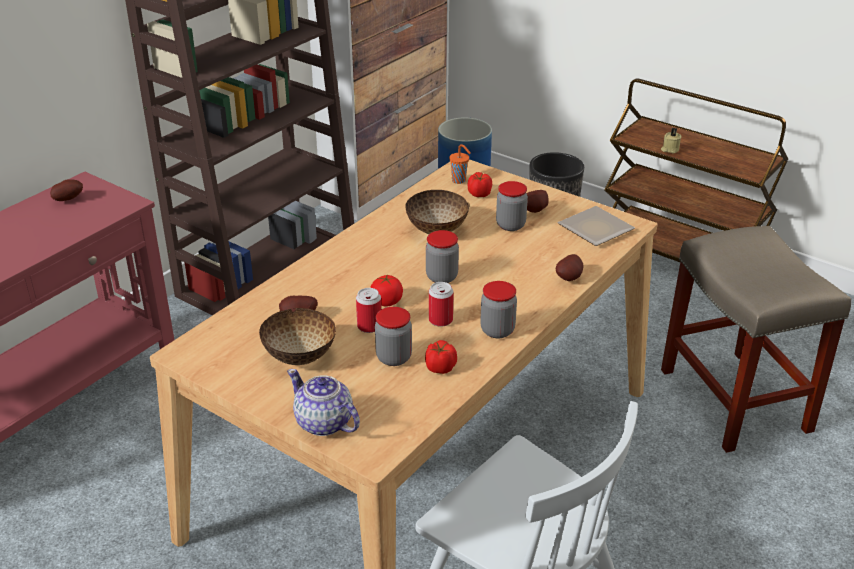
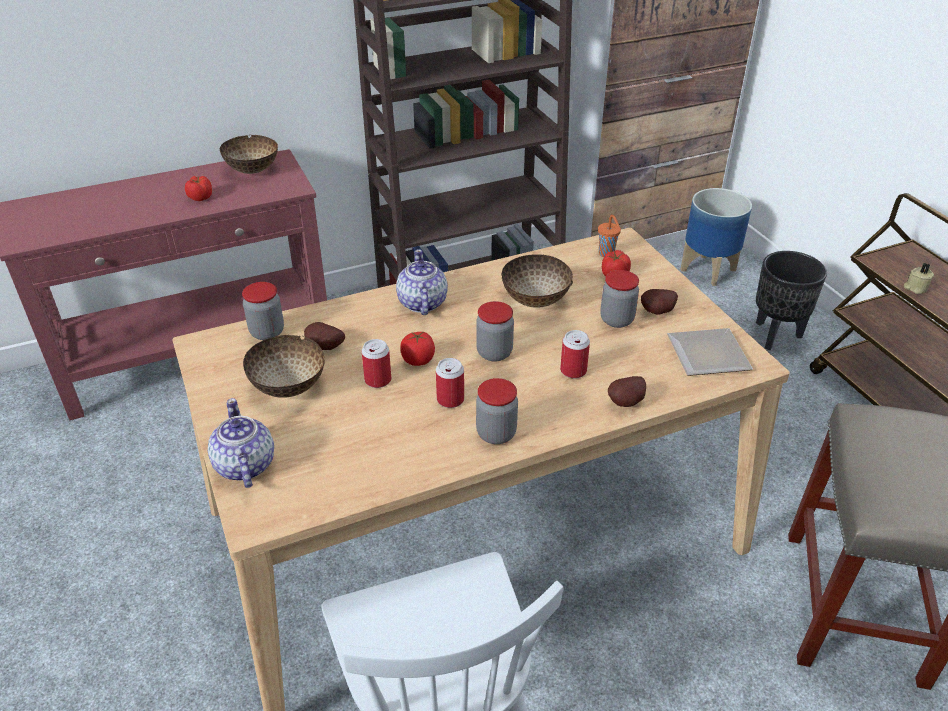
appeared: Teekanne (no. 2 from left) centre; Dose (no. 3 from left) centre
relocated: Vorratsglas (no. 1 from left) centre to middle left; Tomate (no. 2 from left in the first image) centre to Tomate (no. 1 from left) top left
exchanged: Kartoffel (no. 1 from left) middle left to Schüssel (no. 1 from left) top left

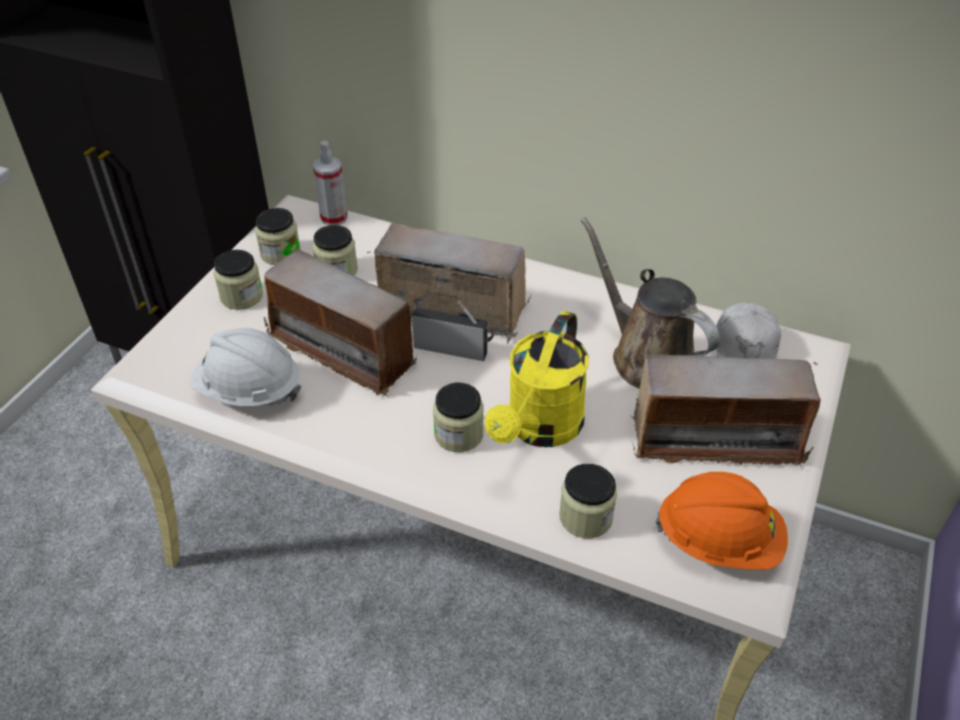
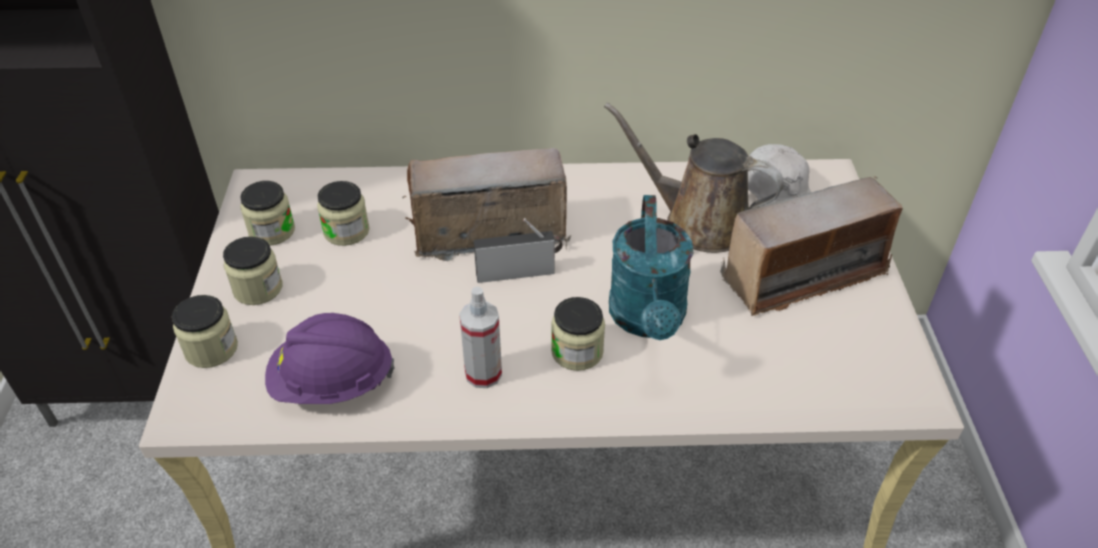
missing: Radio (no. 1 from left) centre; Schutzhelm (orange) bottom right
relocated: Sprühflasche top centre to centre; Vorratsglas (no. 5 from left in the first image) bottom centre to Vorratsglas (no. 1 from left) middle left
colour: Schutzhelm (weiß) middle left to Schutzhelm (lila) middle left; Gießkanne (gelb) centre to Gießkanne (türkis) centre

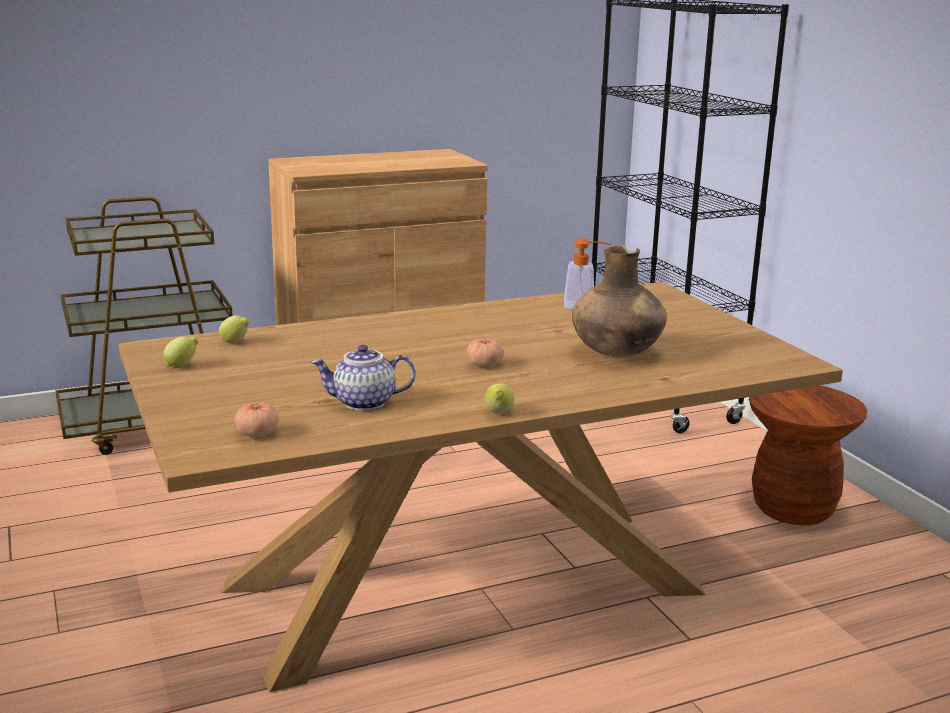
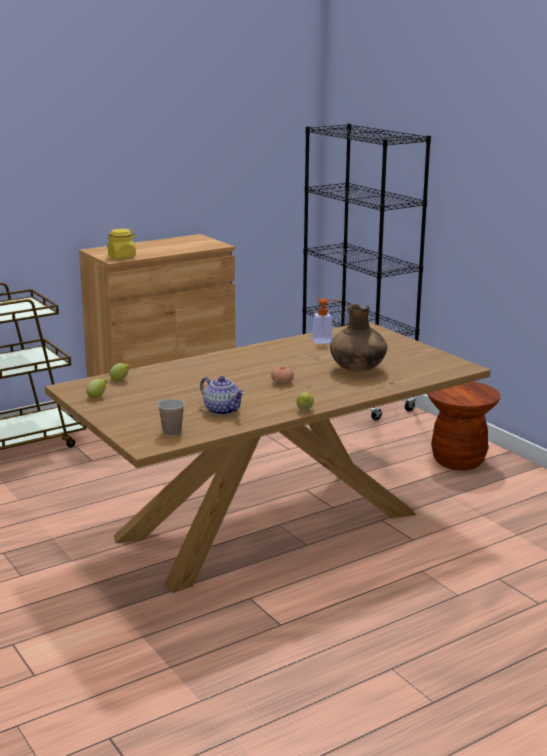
appeared: Vorratsglas (gelb) top left
exchanged: Tomate (no. 1 from left) middle left to Tasse middle left
spun: Teekanne centre = centre 120 degrees counterclockwise

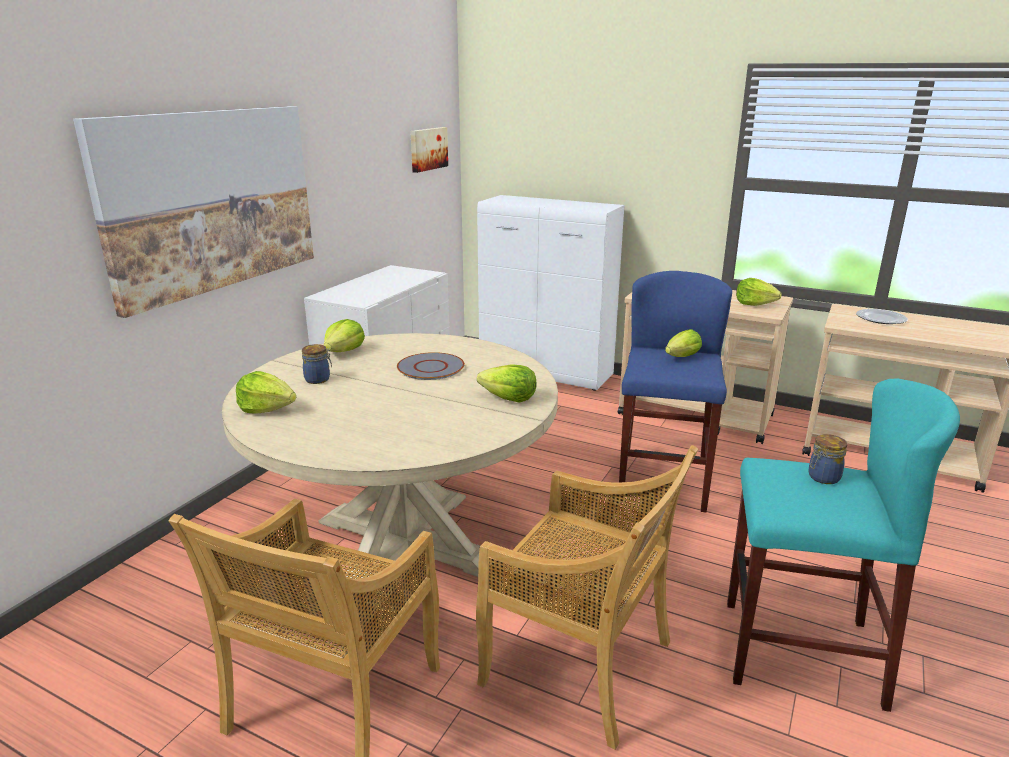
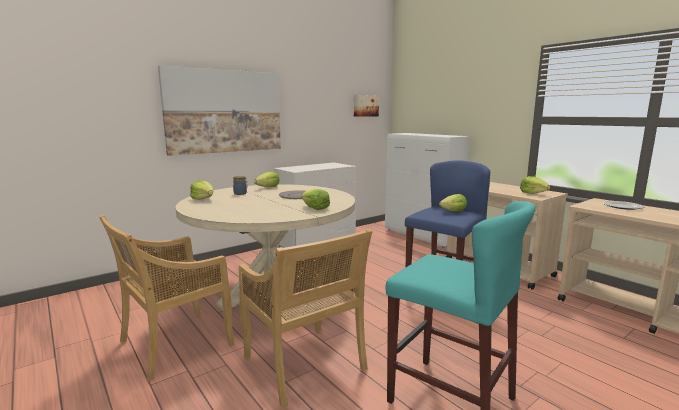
missing: Vorratsglas (no. 2 from left) middle right

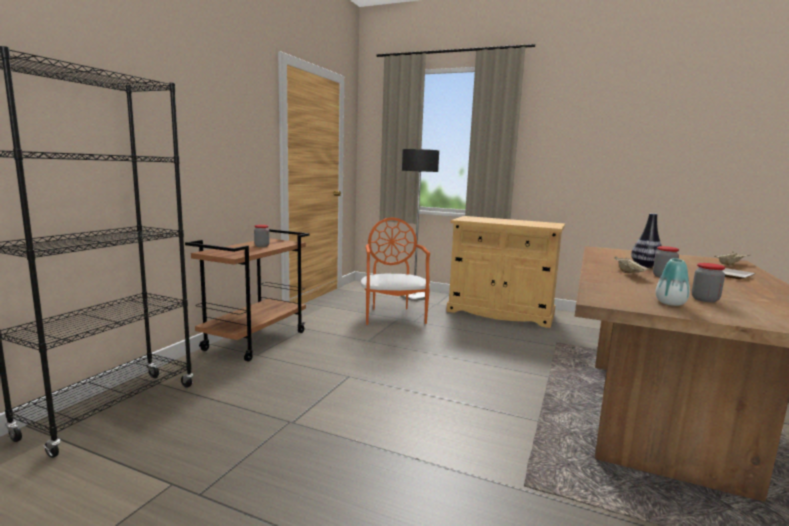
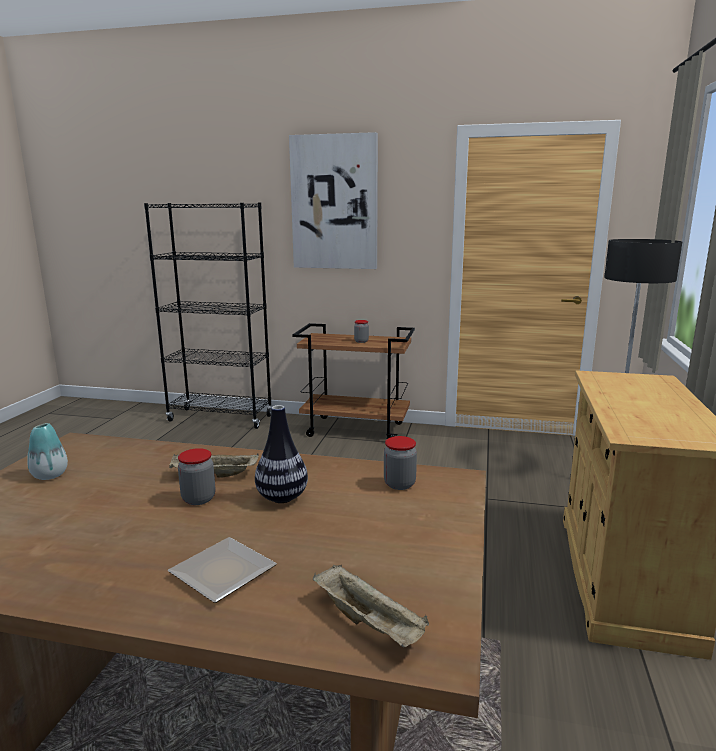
missing: Stuhl (orange) centre
appeared: Bild top centre
relocated: Vorratsglas (no. 3 from left) middle right to centre

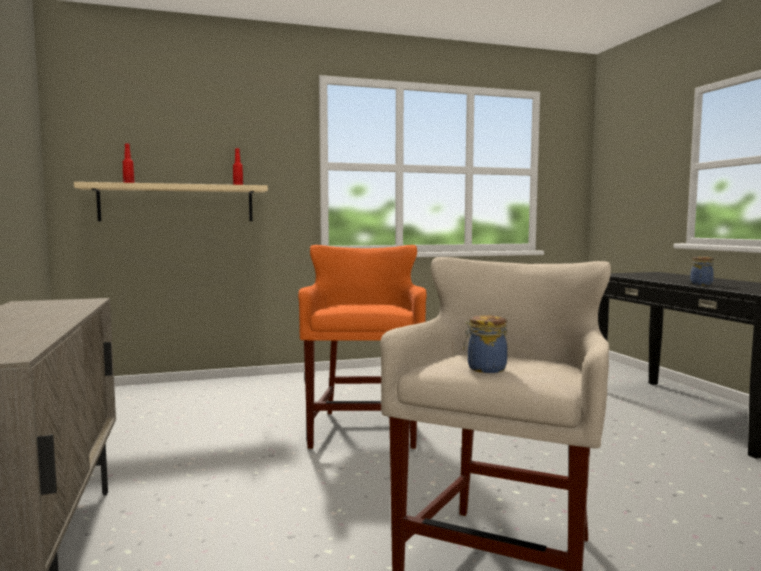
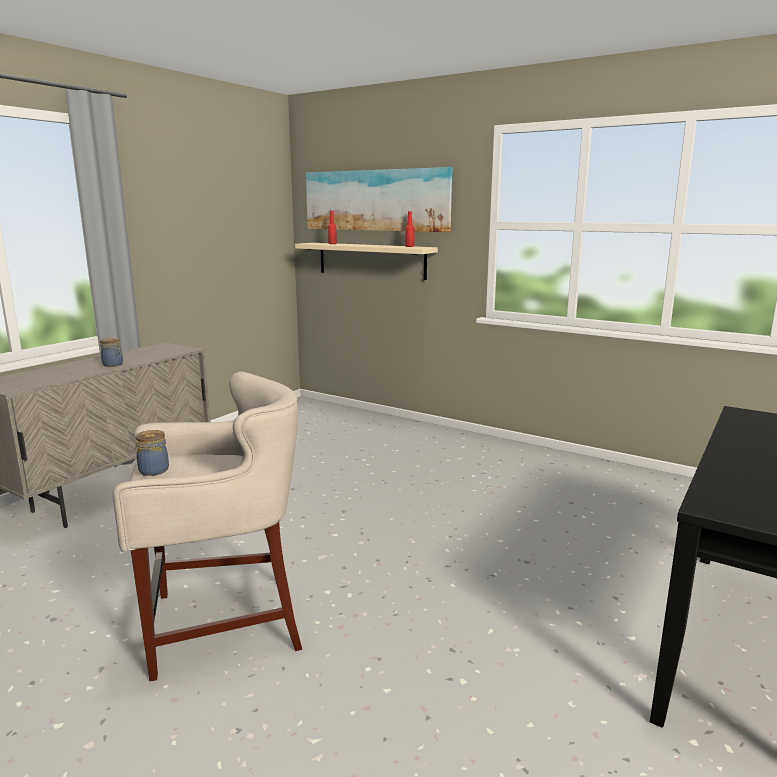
missing: Hocker (orange) centre
appeared: Bild top centre
relocated: Vorratsglas (no. 2 from left in the first image) middle right to Vorratsglas (no. 1 from left) middle left

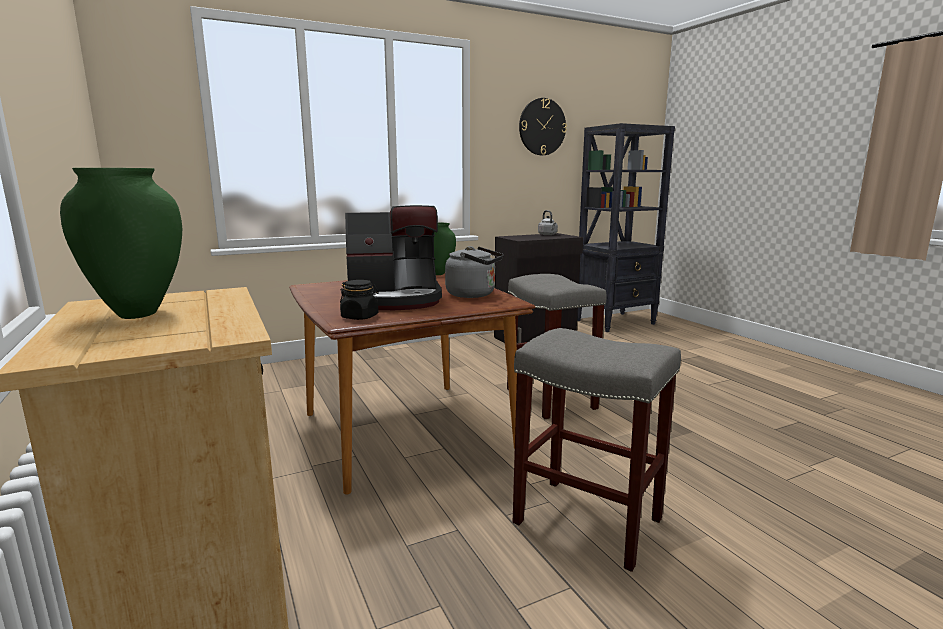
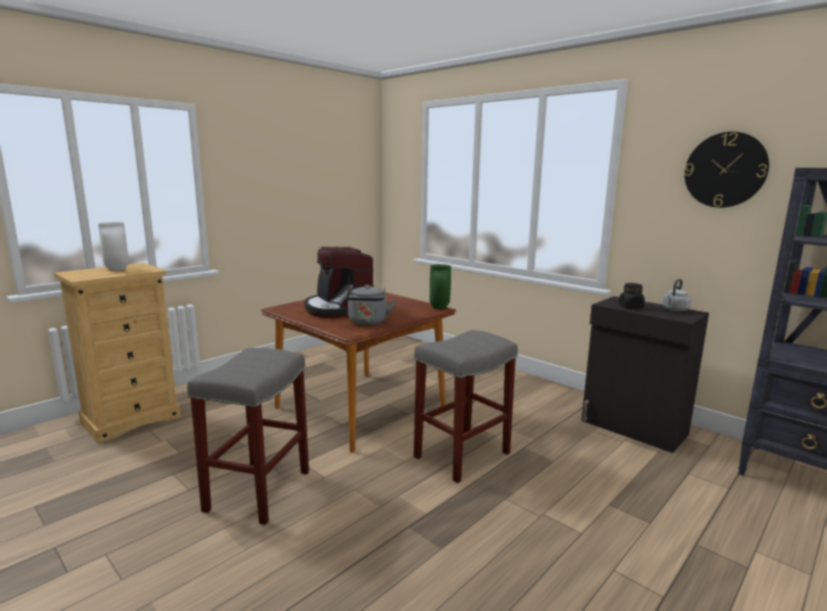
relocated: Vorratsglas (schwarz) centre to middle right
colour: Vase (grün) (no. 1 from left) middle left to Vase (weiß) middle left

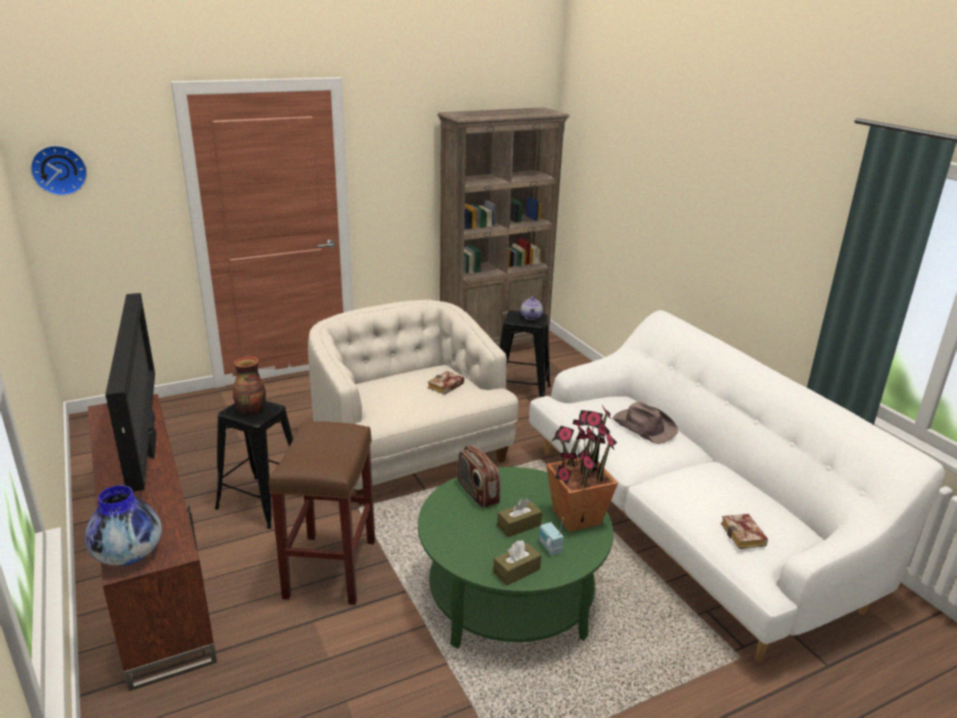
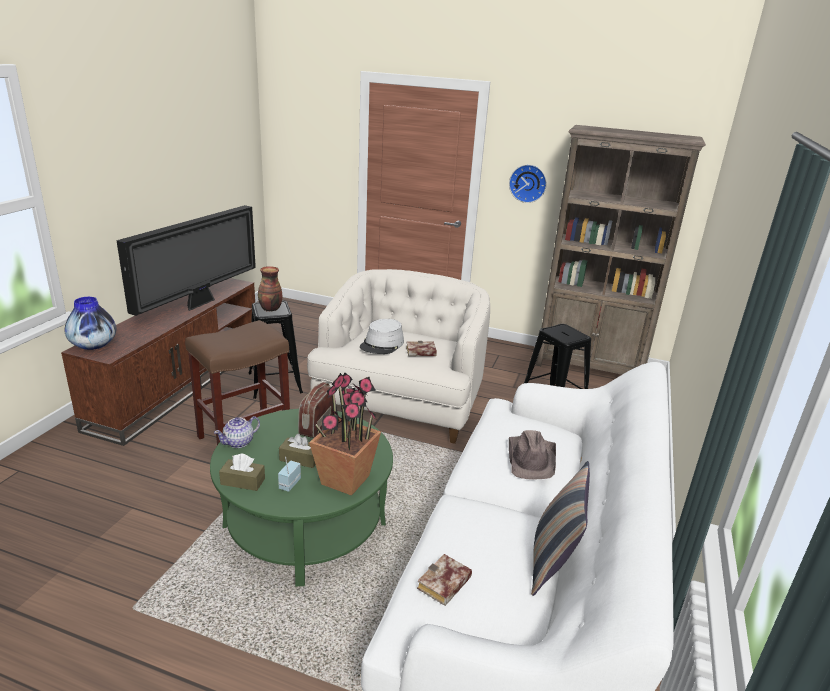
appeared: Hut (grau) centre; Kissen bottom right
relocated: Wanduhr top left to top centre; Teekanne centre to middle left

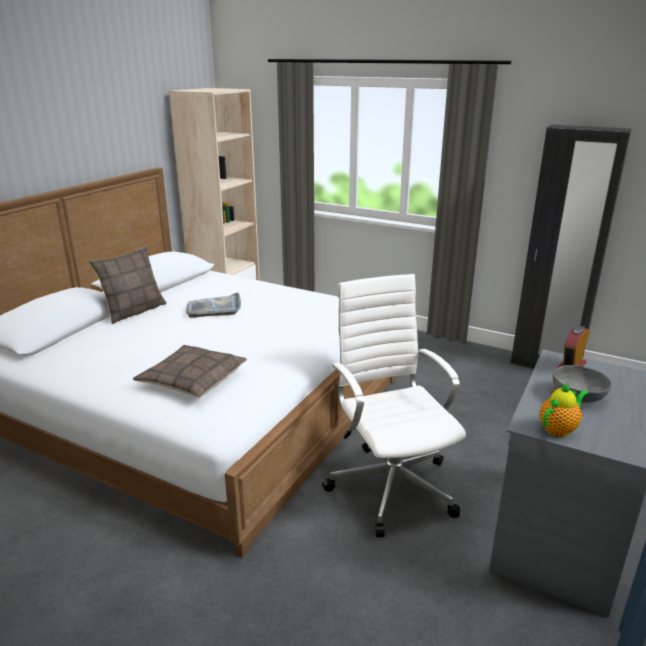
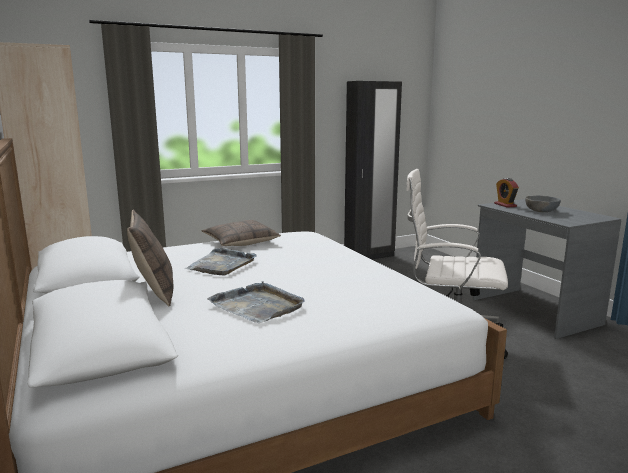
missing: Teekanne middle right
appeared: Tablett (grau) (no. 2 from left) centre
relocated: Kissen (no. 2 from left) middle left to centre

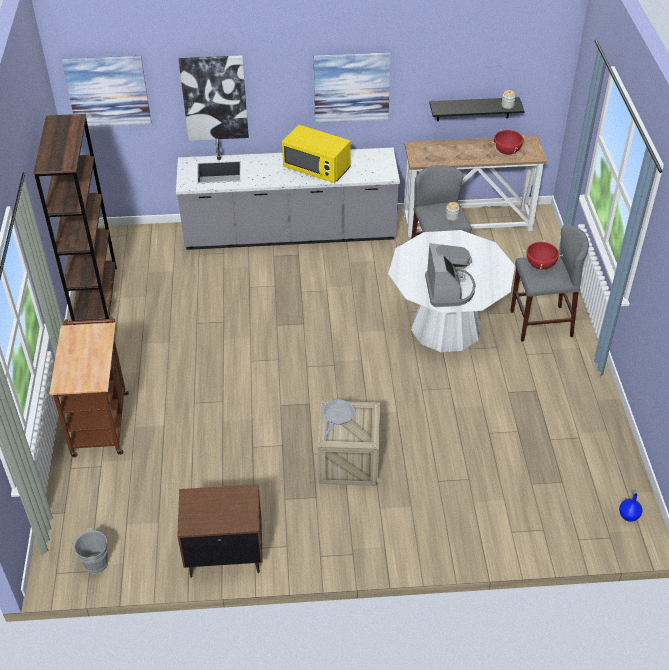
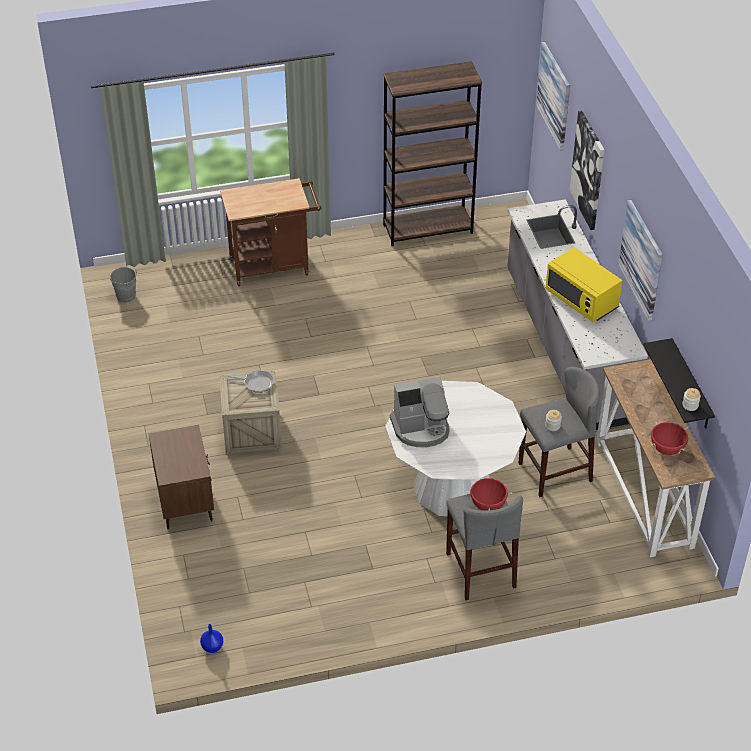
relocated: Nachttisch (braun) bottom left to middle left
spun: Mikrowelle (gelb) top centre = middle right 60 degrees counterclockwise

